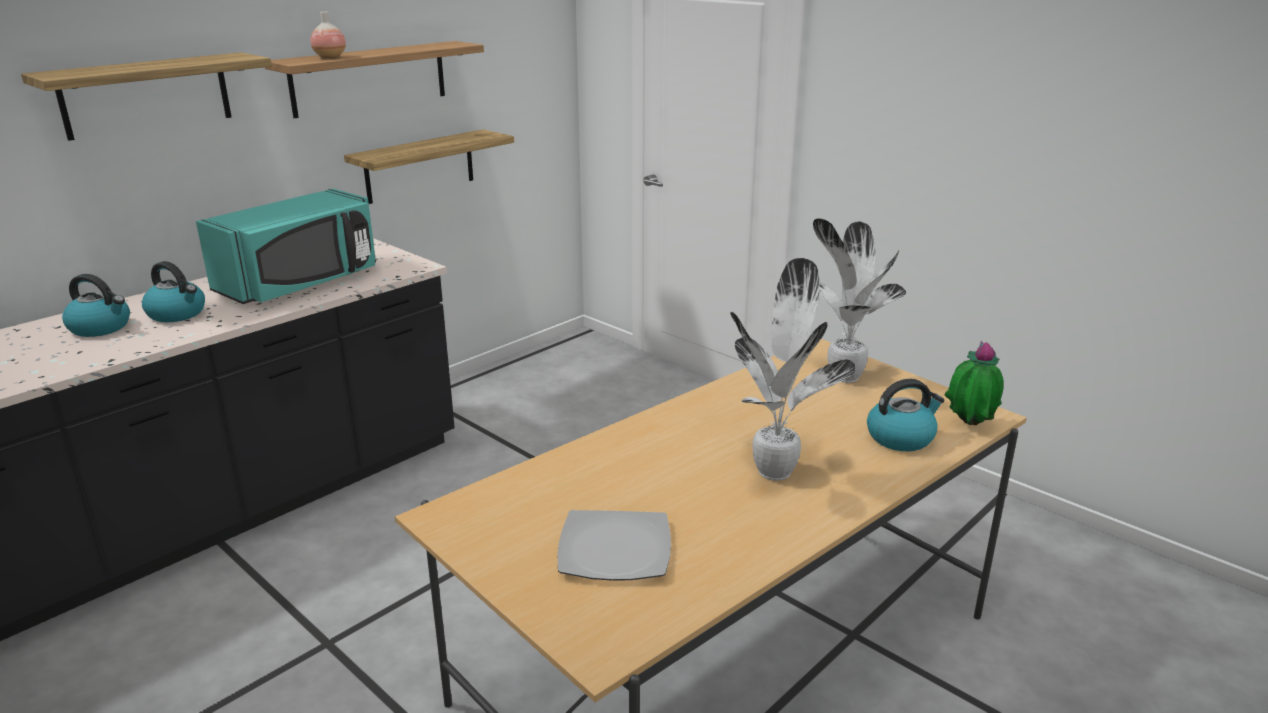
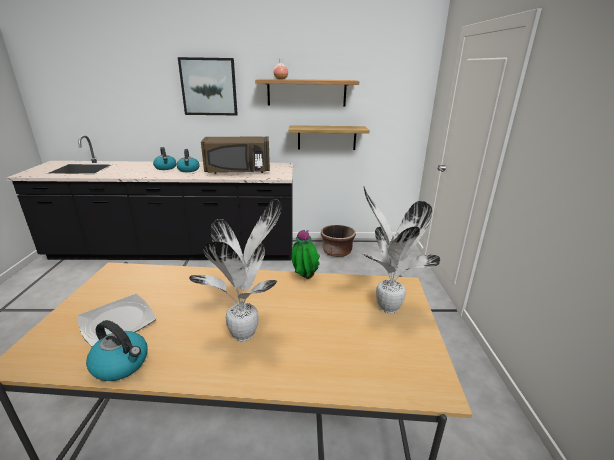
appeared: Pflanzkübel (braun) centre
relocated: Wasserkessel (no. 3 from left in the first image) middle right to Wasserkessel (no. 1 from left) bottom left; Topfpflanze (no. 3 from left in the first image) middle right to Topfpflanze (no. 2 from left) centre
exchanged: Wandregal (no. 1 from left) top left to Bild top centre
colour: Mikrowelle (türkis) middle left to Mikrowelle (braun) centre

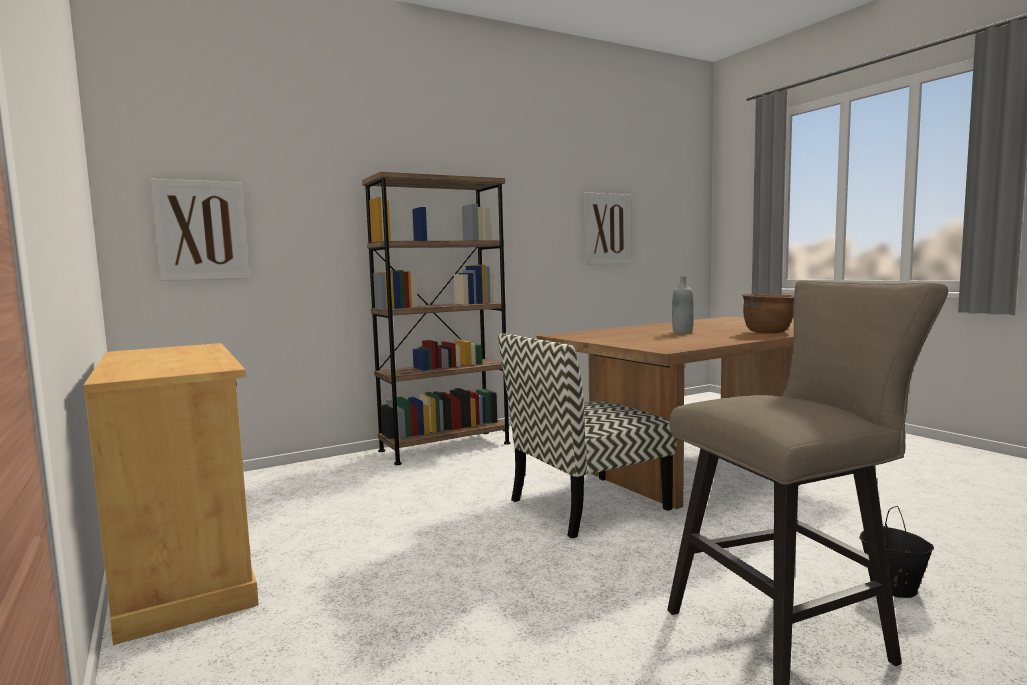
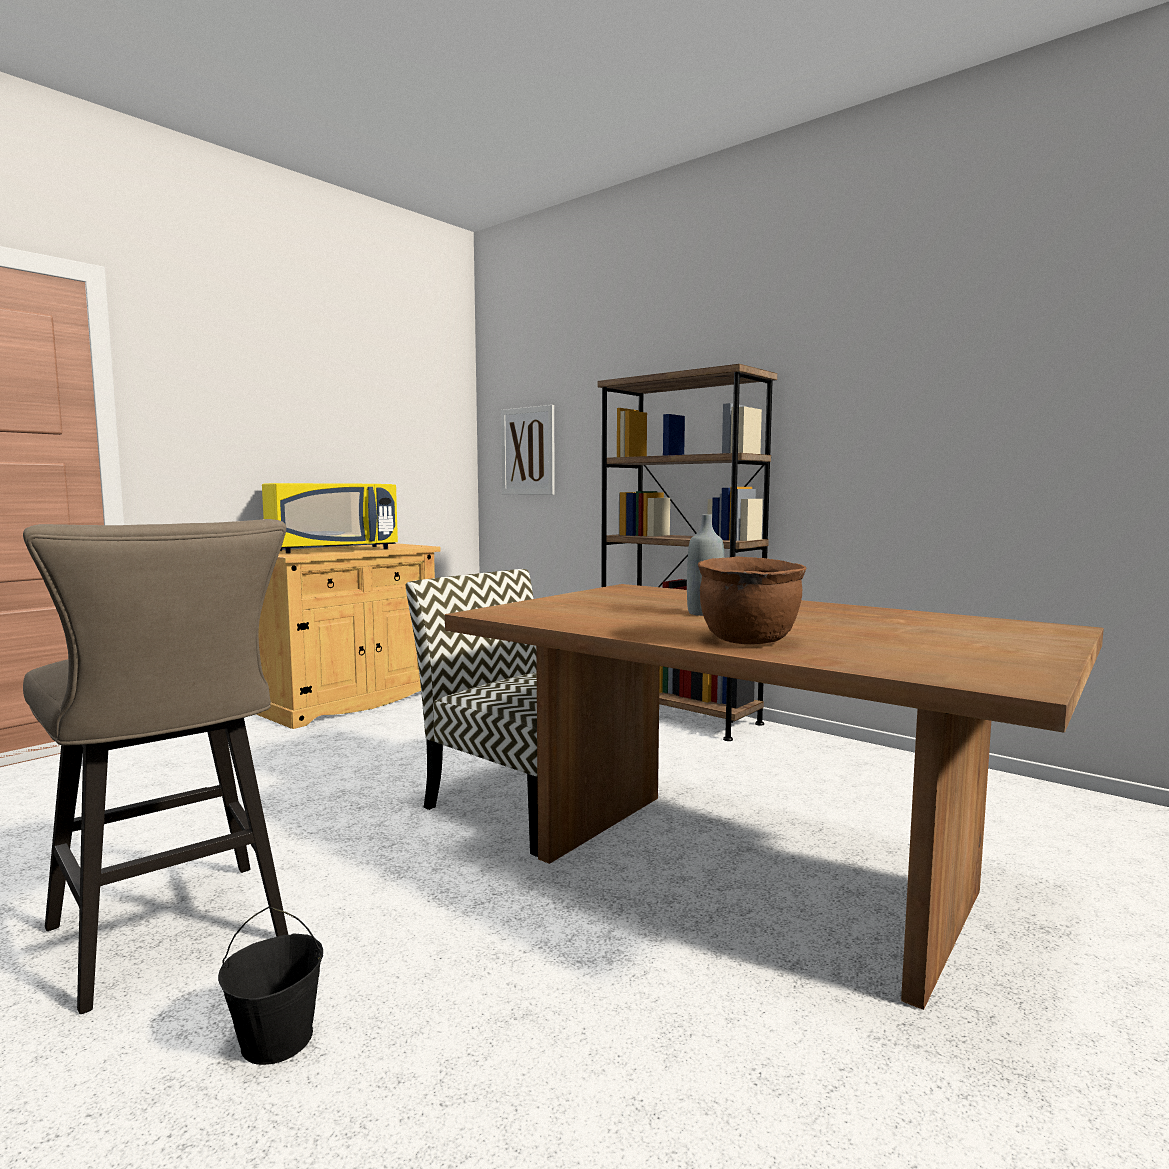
missing: Bild (no. 2 from left) centre
appeared: Mikrowelle (gelb) middle left

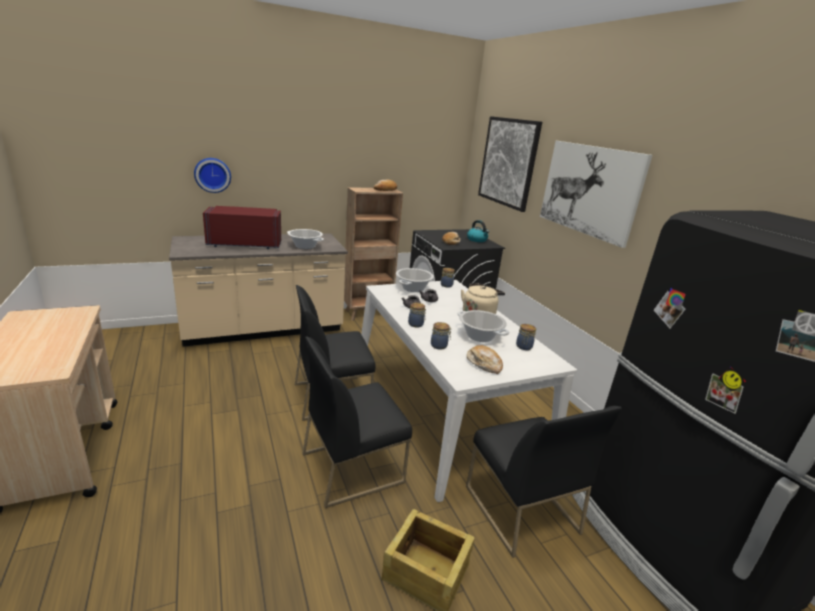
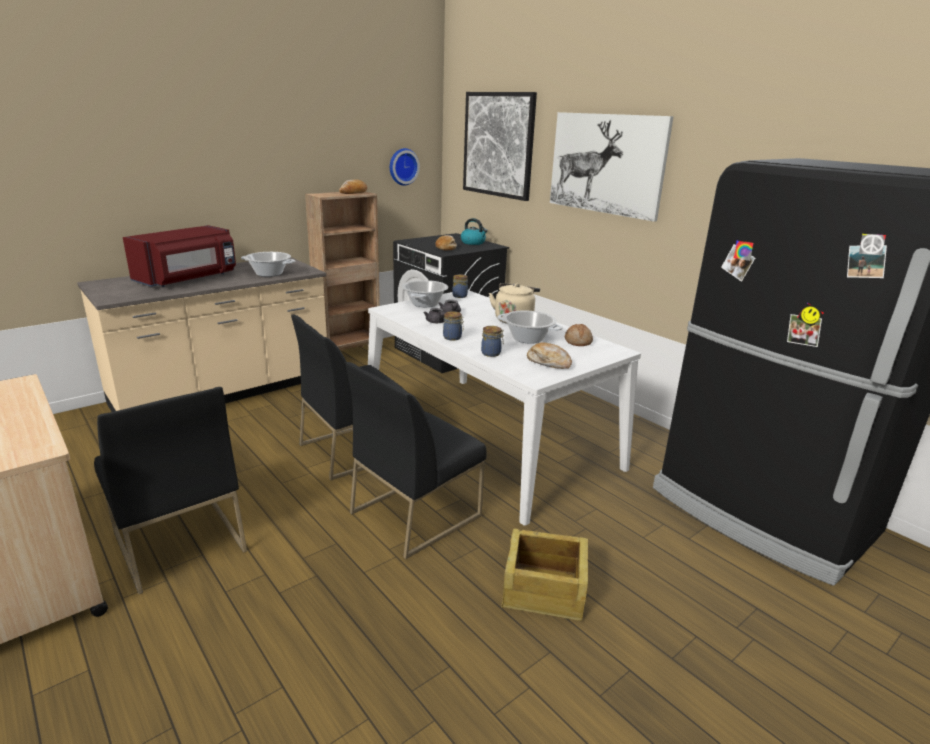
relocated: Wanduhr top left to top centre; Stuhl (schwarz) (no. 3 from left in the first image) bottom right to Stuhl (schwarz) (no. 1 from left) middle left
exchanged: Vorratsglas (no. 4 from left) centre to Brot (no. 4 from left) centre
spun: Mikrowelle (rot) middle left = middle left 150 degrees clockwise

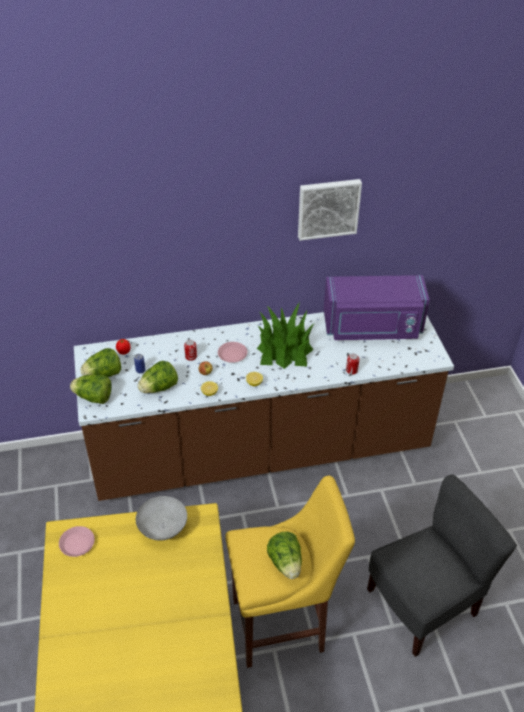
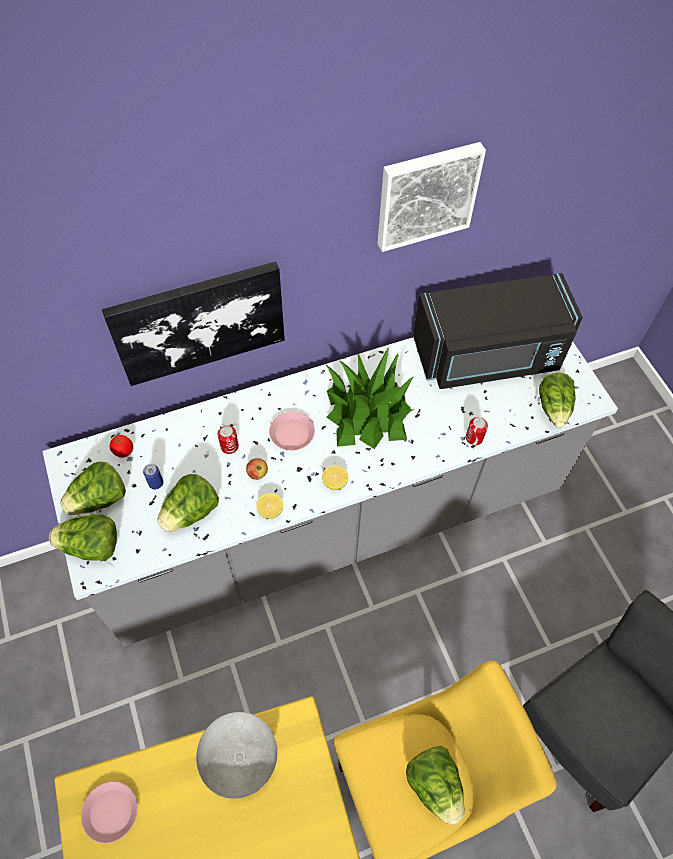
appeared: Bild (no. 1 from left) middle left; Salatkopf (no. 5 from left) middle right
colour: Küchenzeile (braun) centre to Küchenzeile (grau) centre; Mikrowelle (lila) middle right to Mikrowelle (schwarz) middle right

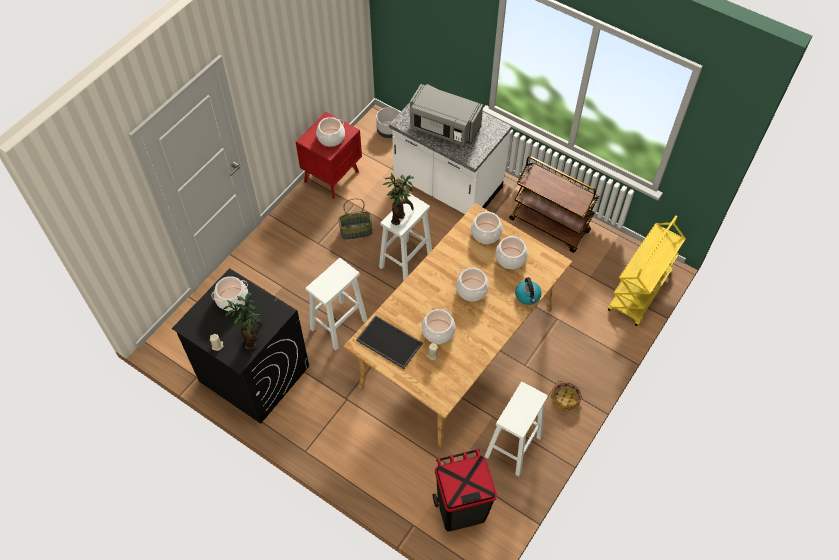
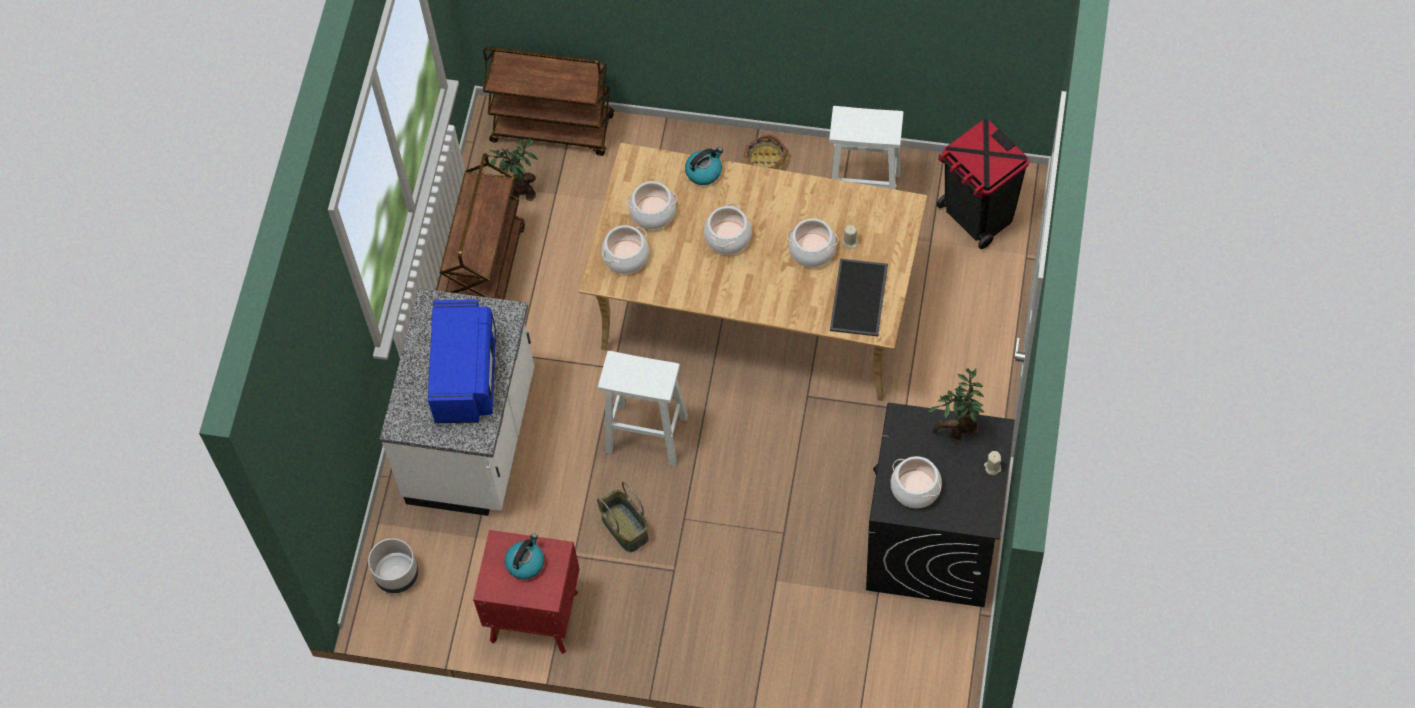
missing: Hocker (weiß) (no. 1 from left) centre
relocated: Topfpflanze (no. 2 from left in the first image) centre to Topfpflanze (no. 1 from left) top centre
exchanged: Kochtopf (no. 2 from left) top centre to Wasserkessel (no. 1 from left) bottom centre
colour: Mikrowelle (grau) top centre to Mikrowelle (blau) middle left; Rollwagen (gelb) middle right to Rollwagen (braun) (no. 2 from left) top centre

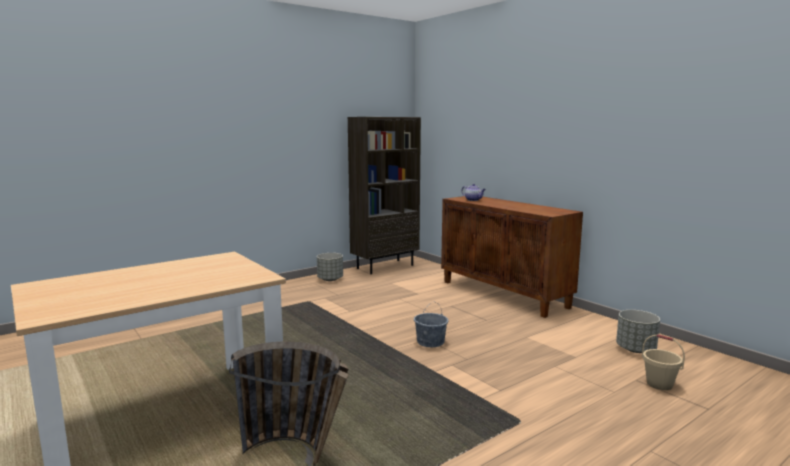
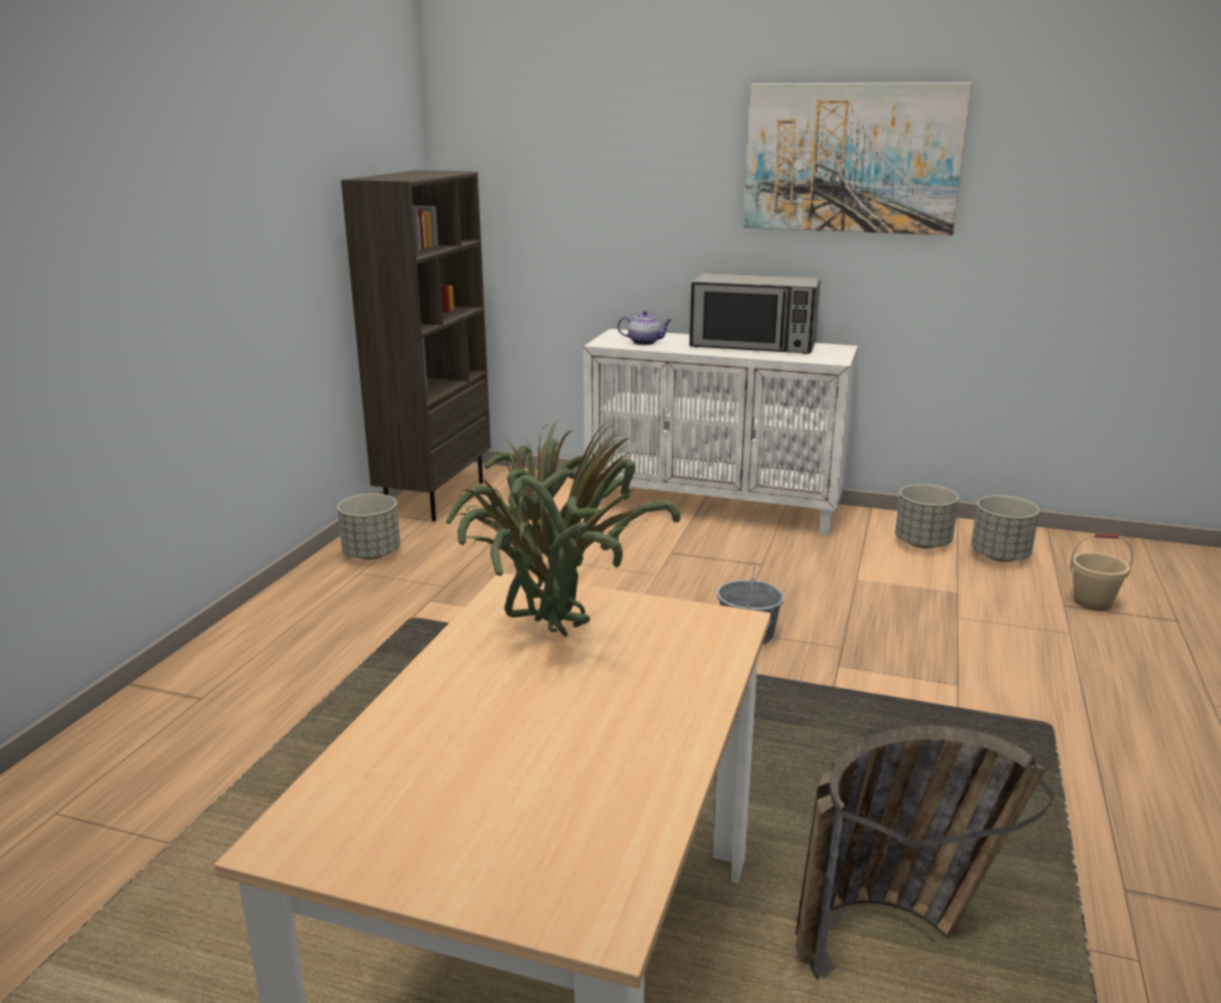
appeared: Topfpflanze centre; Mikrowelle top centre; Bild top right; Pflanzkübel (grau) (no. 2 from left) middle right
colour: Schrank (braun) centre to Schrank (weiß) centre

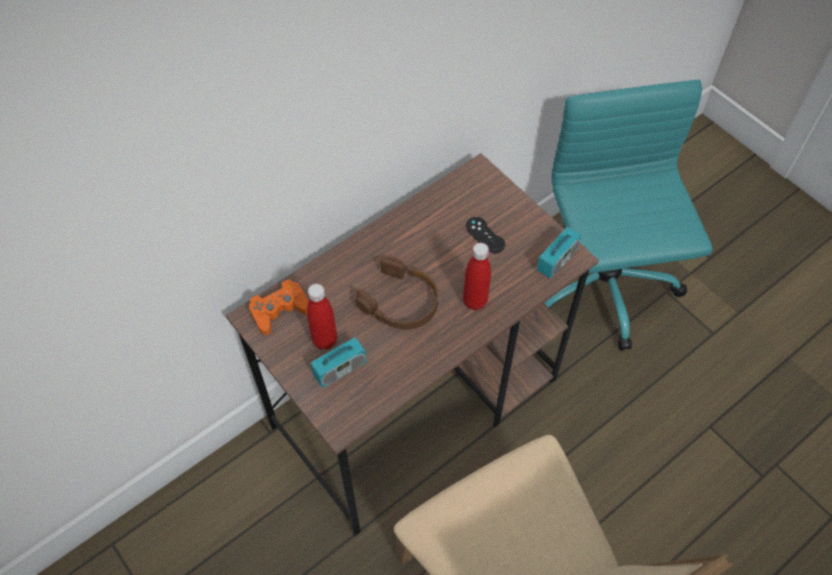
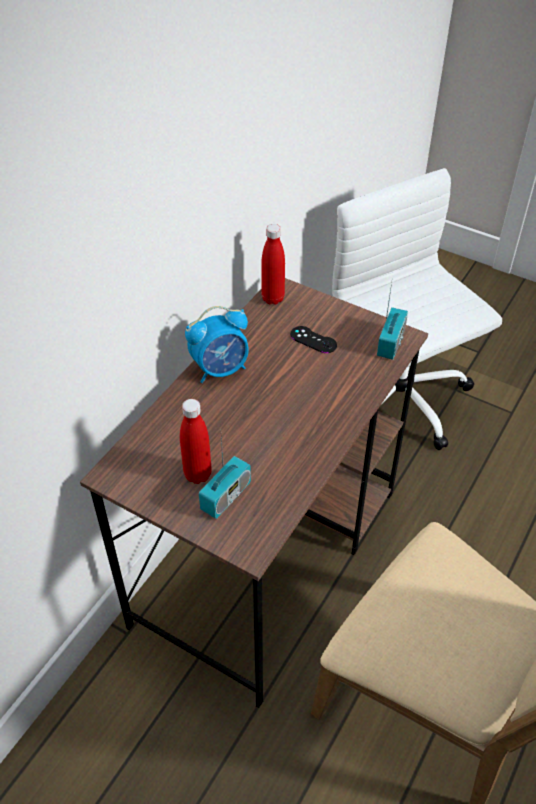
missing: Gamepad (orange) centre; Kopfhörer (braun) centre
appeared: Wecker centre
relocated: Flasche (rot) (no. 2 from left) centre to top centre
colour: Bürostuhl (türkis) middle right to Bürostuhl (weiß) middle right

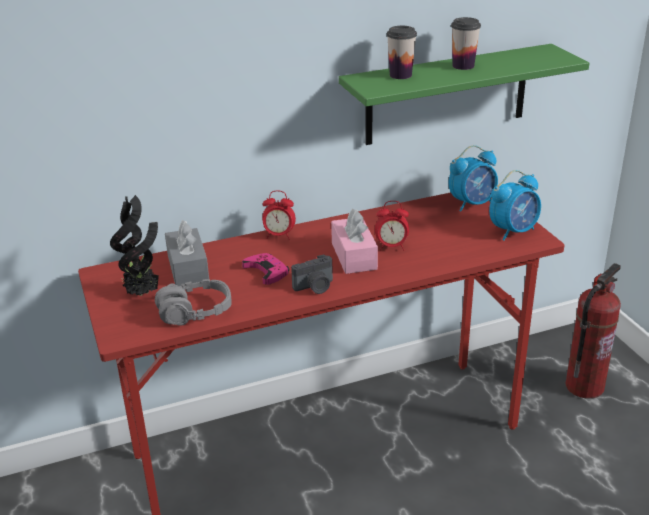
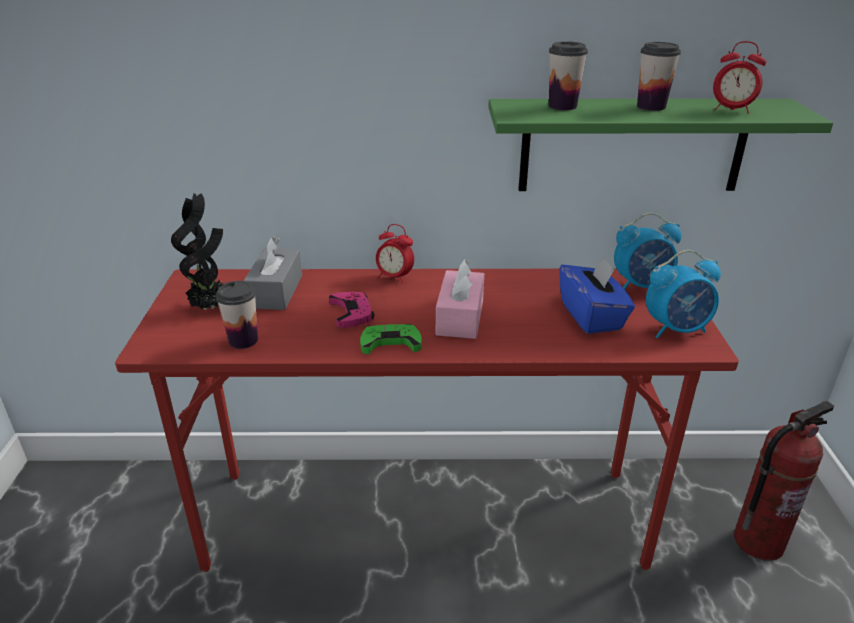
appeared: Taschentuchbox (blau) middle right
relocated: Wecker (no. 2 from left in the first image) centre to Wecker (no. 4 from left) top right
exchanged: Kopfhörer (grau) middle left to Tasse (no. 1 from left) middle left; Kamera centre to Gamepad (grün) centre

